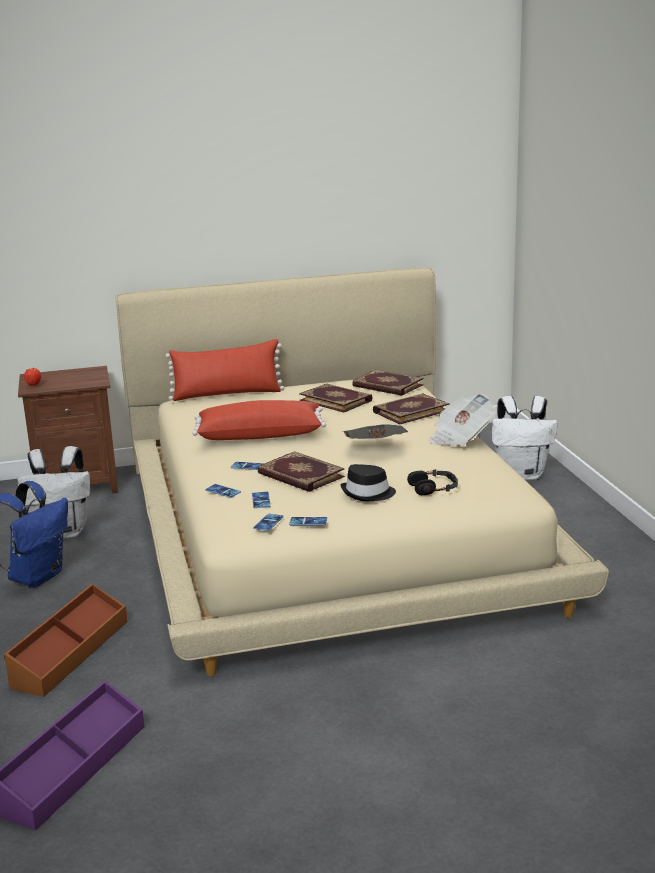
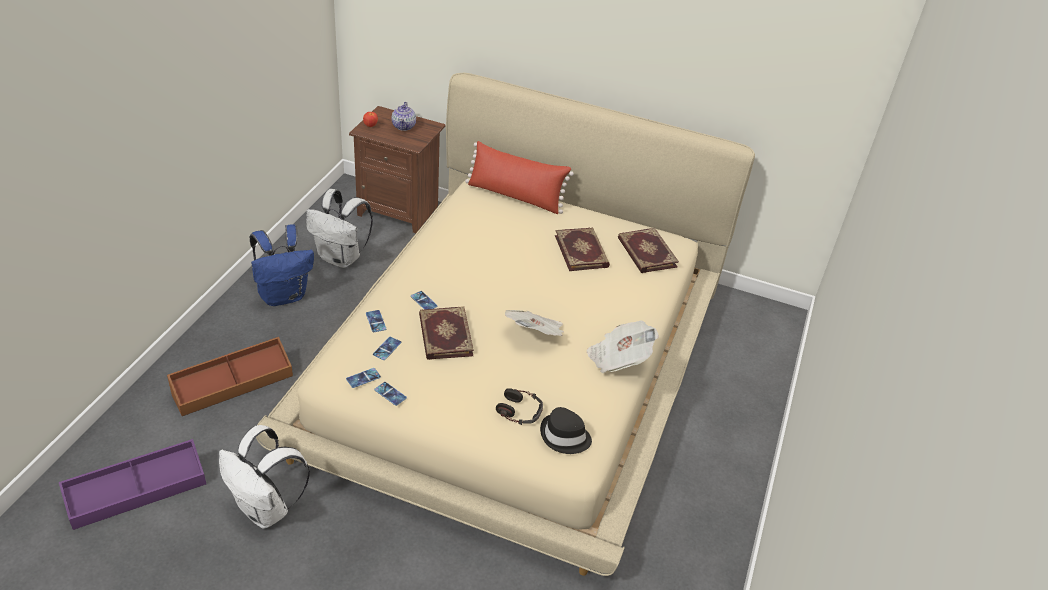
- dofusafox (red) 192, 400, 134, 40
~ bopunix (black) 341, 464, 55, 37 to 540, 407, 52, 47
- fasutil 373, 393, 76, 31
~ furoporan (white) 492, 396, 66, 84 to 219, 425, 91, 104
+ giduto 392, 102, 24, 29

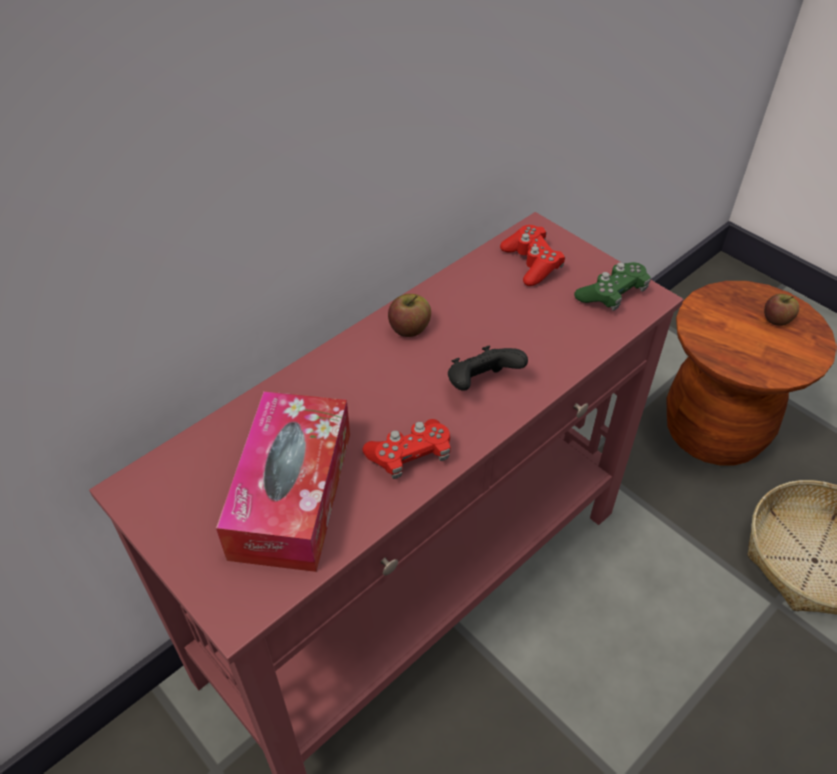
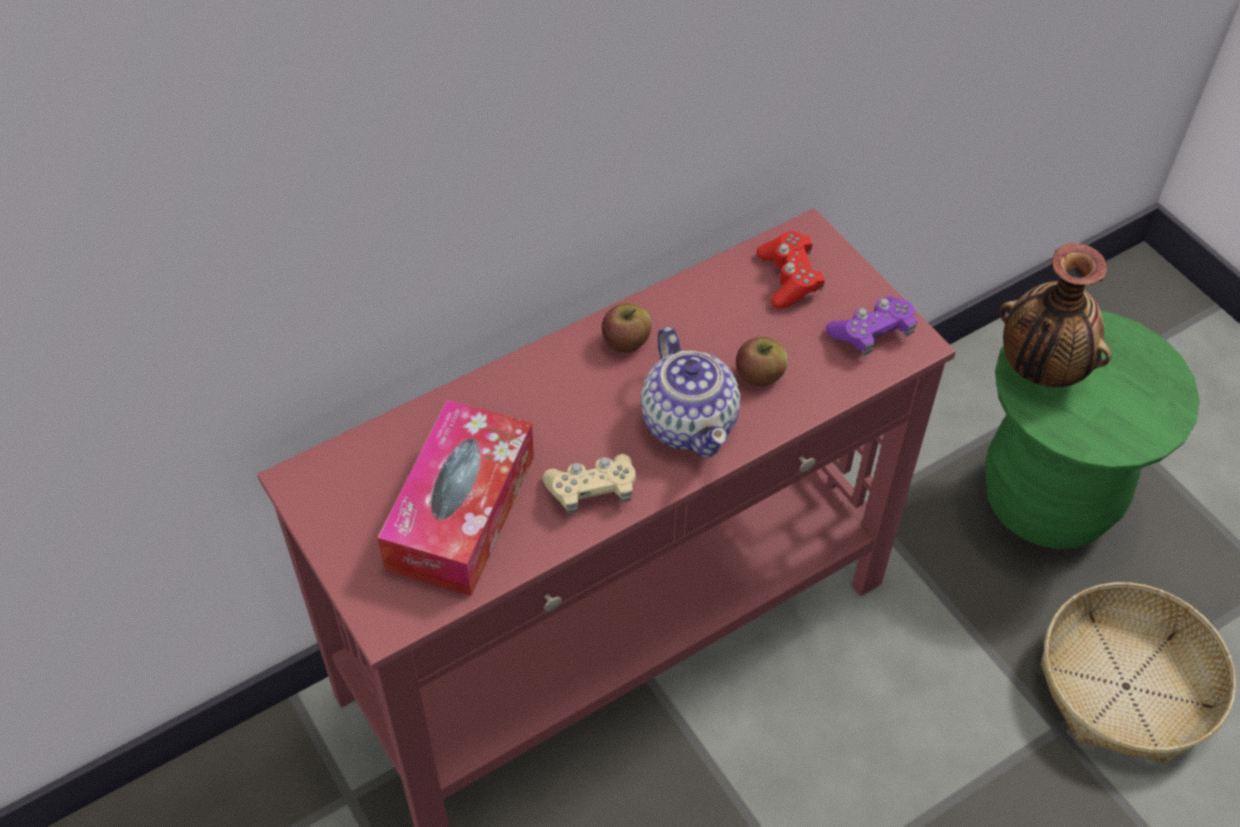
~ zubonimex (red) 363, 419, 88, 60 to zubonimex (beige) 543, 454, 93, 60
~ zubonimex (black) 448, 346, 80, 45 to giduto 641, 327, 100, 130
~ zubonimex (green) 574, 262, 77, 49 to zubonimex (purple) 826, 296, 91, 59
~ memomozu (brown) 667, 281, 170, 185 to memomozu (green) 985, 311, 215, 238
~ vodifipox 764, 294, 35, 32 to 736, 337, 52, 50
+ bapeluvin 999, 243, 112, 145

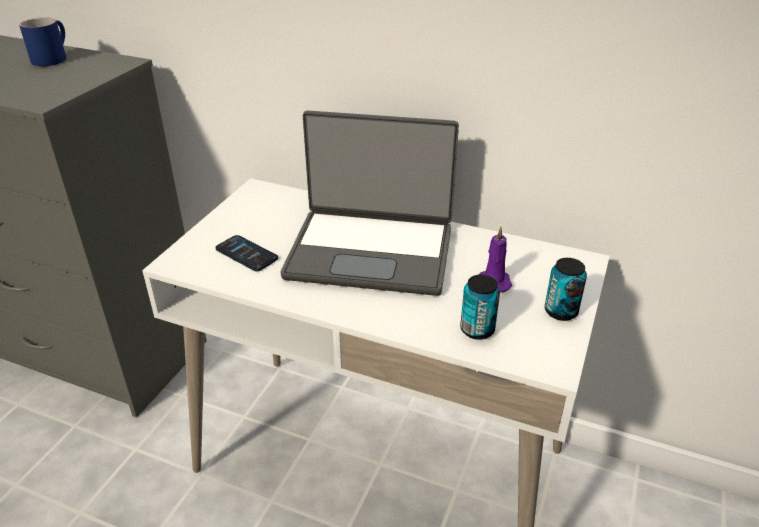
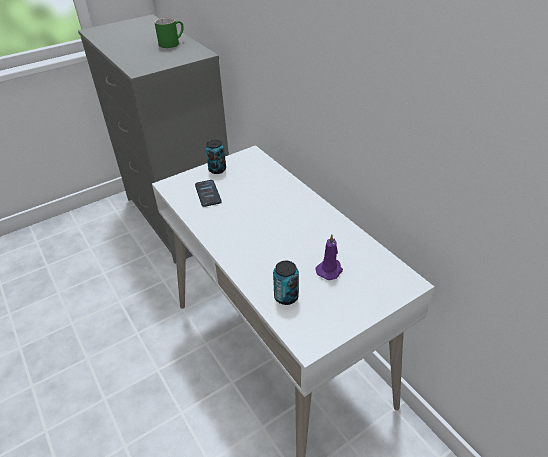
~ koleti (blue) 19, 17, 47, 49 to koleti (green) 154, 18, 30, 30
- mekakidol 280, 110, 179, 186
~ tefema 545, 258, 42, 63 to 205, 140, 21, 34

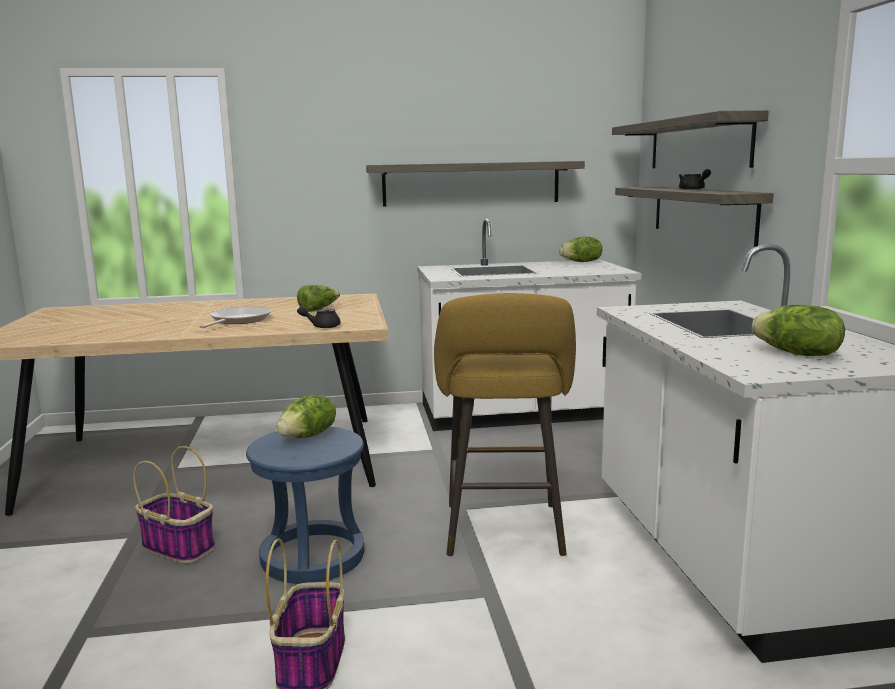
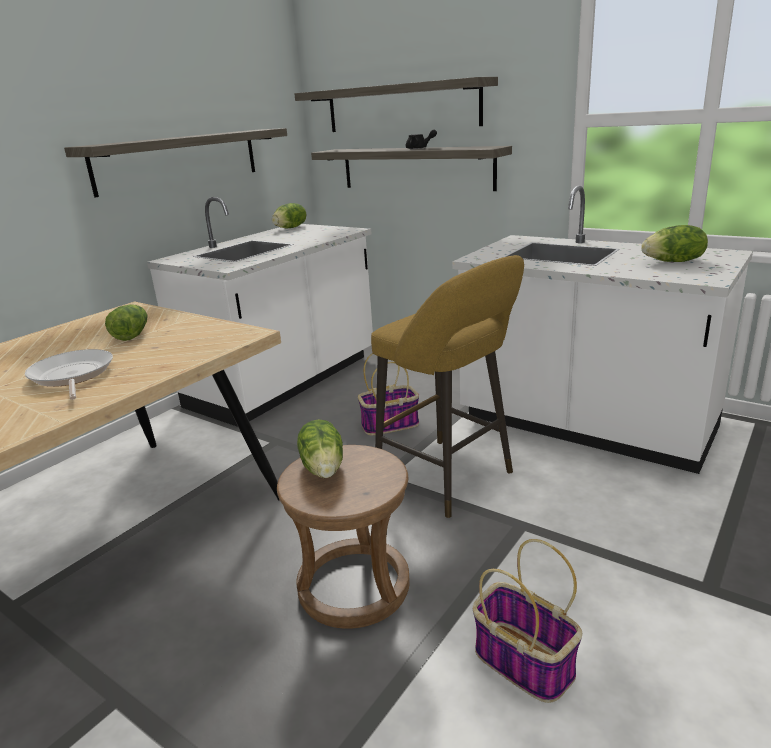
~ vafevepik 133, 446, 82, 118 to 358, 353, 61, 82
~ memomozu (blue) 246, 426, 118, 158 to memomozu (brown) 277, 445, 133, 184
- giduto (black) 297, 306, 44, 22

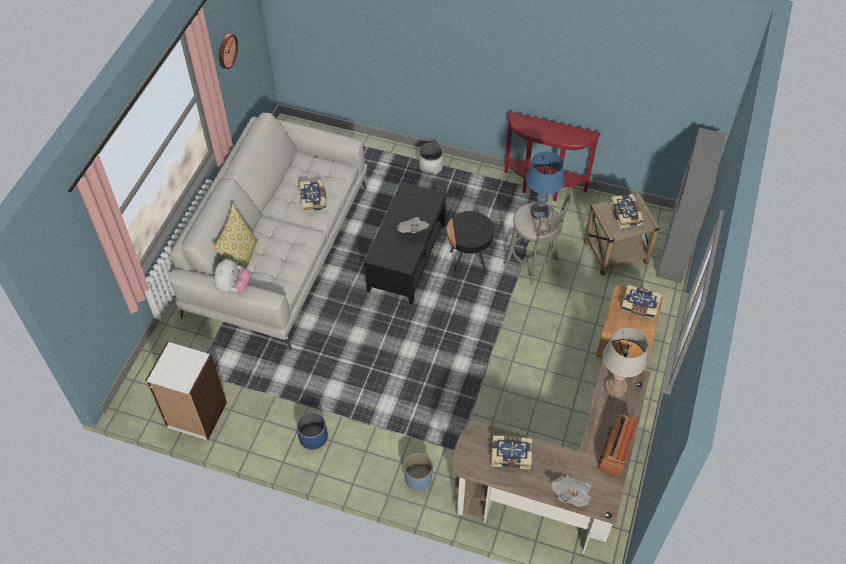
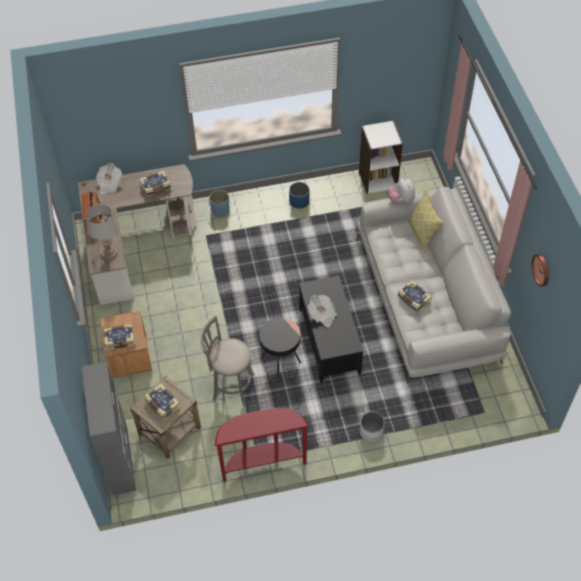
- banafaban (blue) 526, 151, 38, 69

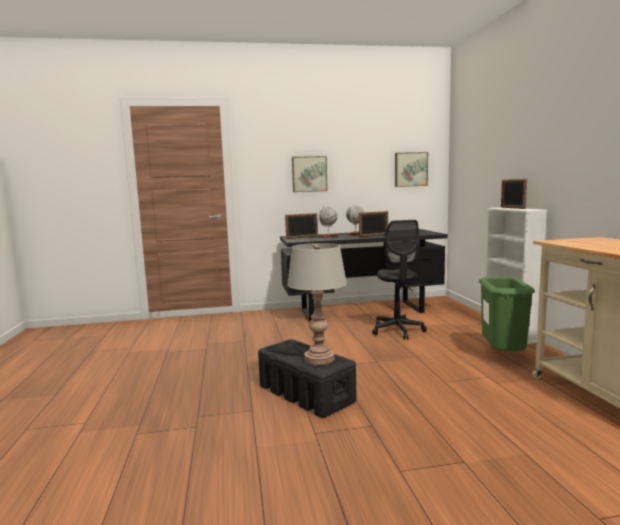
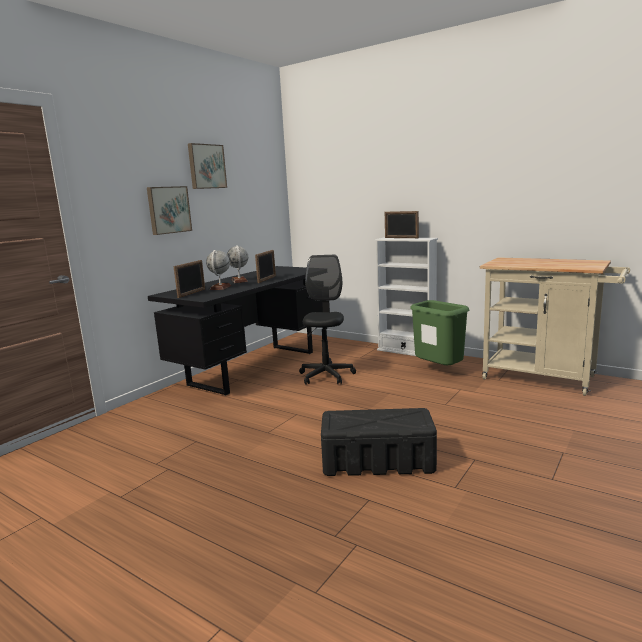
- banafaban (grey) 287, 243, 60, 122
~ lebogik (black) 372, 220, 55, 120 = 299, 255, 57, 130 120 degrees counterclockwise
~ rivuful 395, 152, 33, 35 to 188, 143, 39, 46

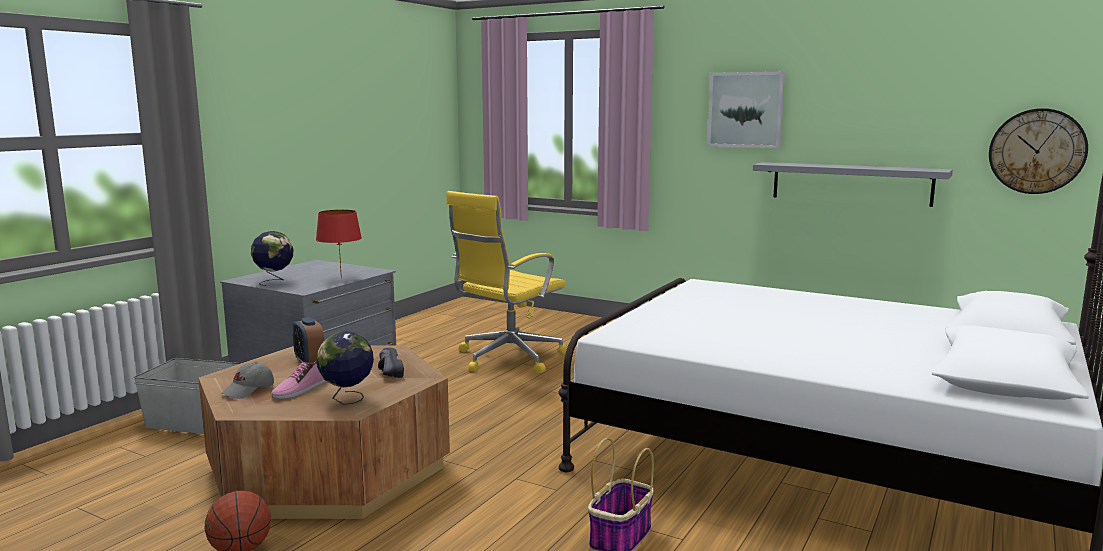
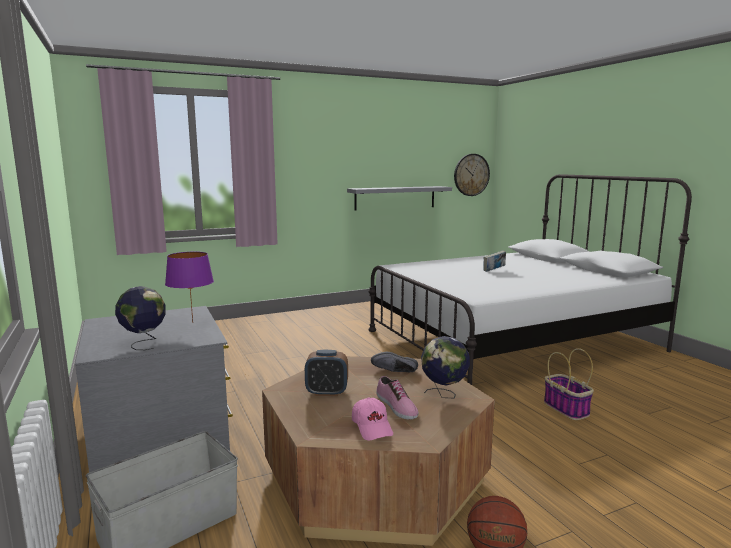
~ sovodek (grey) 221, 362, 53, 37 to sovodek (pink) 352, 397, 41, 43
~ banafaban (red) 316, 210, 46, 69 to banafaban (purple) 165, 252, 49, 71
- lebogik (yellow) 446, 191, 122, 183
- rivuful 707, 72, 78, 76
+ fasutil 484, 250, 22, 22

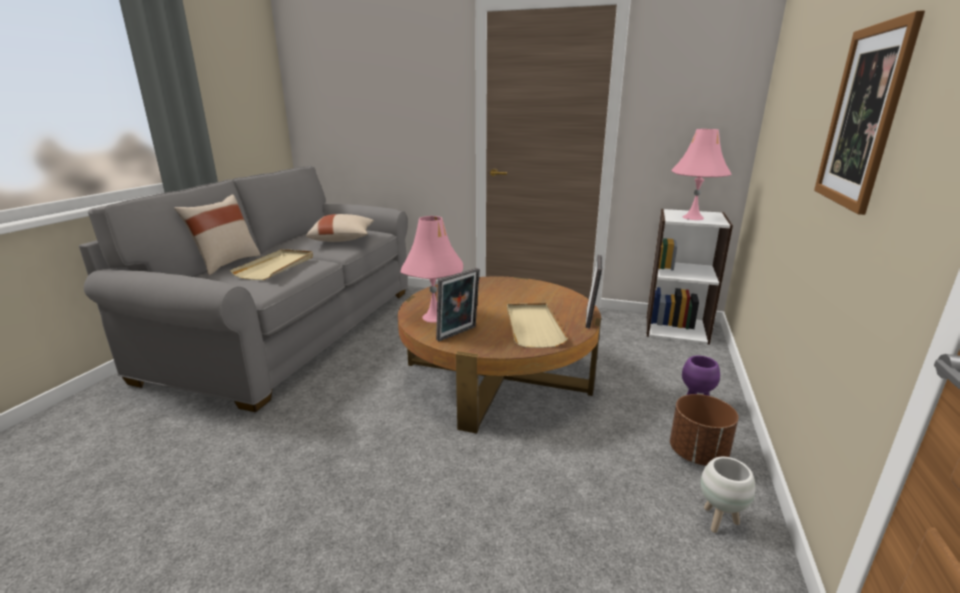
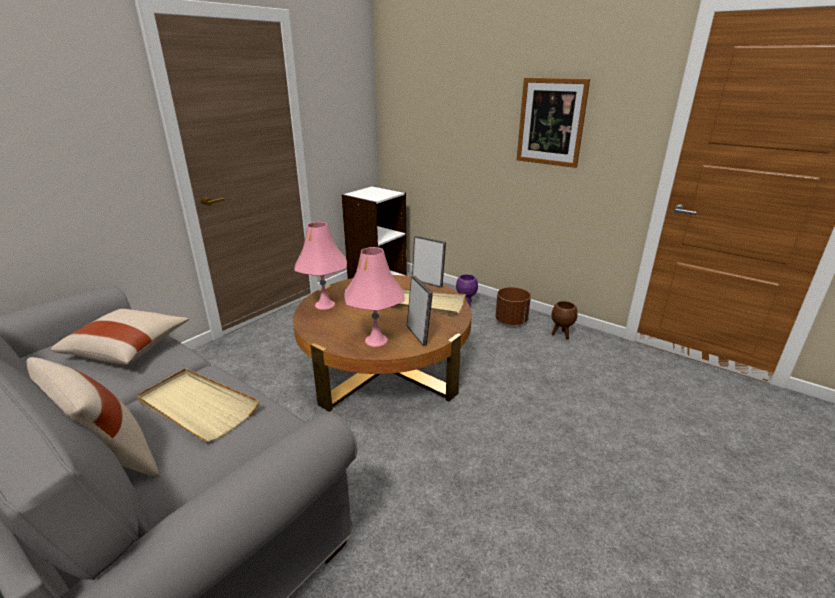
~ banafaban (pink) 671, 129, 61, 91 to 294, 222, 53, 88
~ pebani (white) 700, 457, 56, 76 to pebani (brown) 551, 301, 27, 38

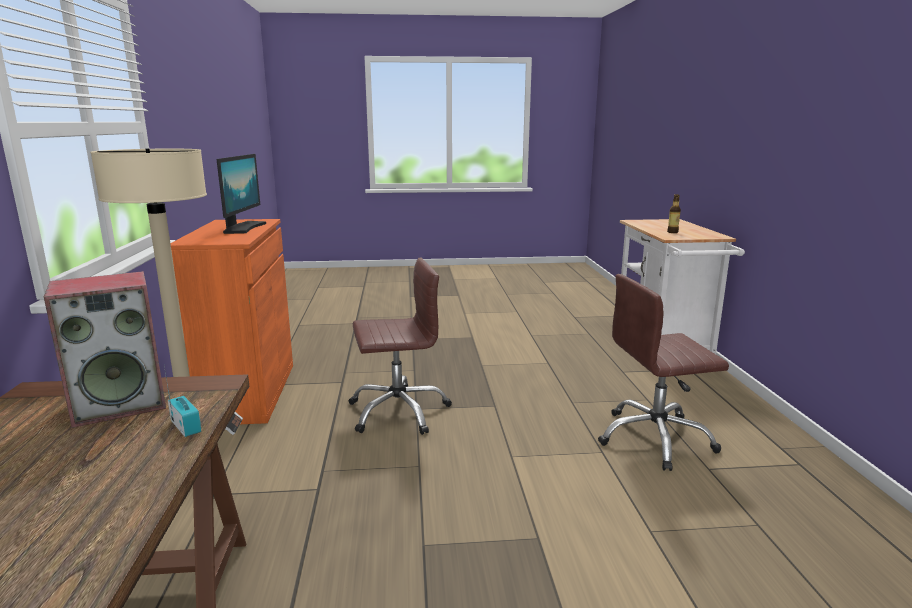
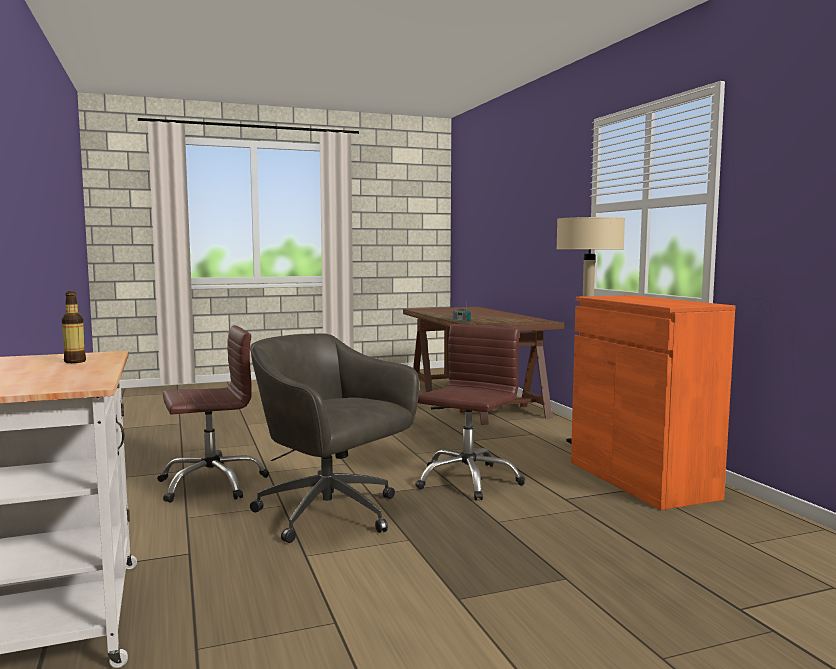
- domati 44, 271, 122, 157
- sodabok 217, 154, 49, 80
~ lebogik (brown) 349, 258, 103, 177 = 415, 324, 110, 176 150 degrees clockwise
+ lebogik (grey) 250, 333, 169, 210

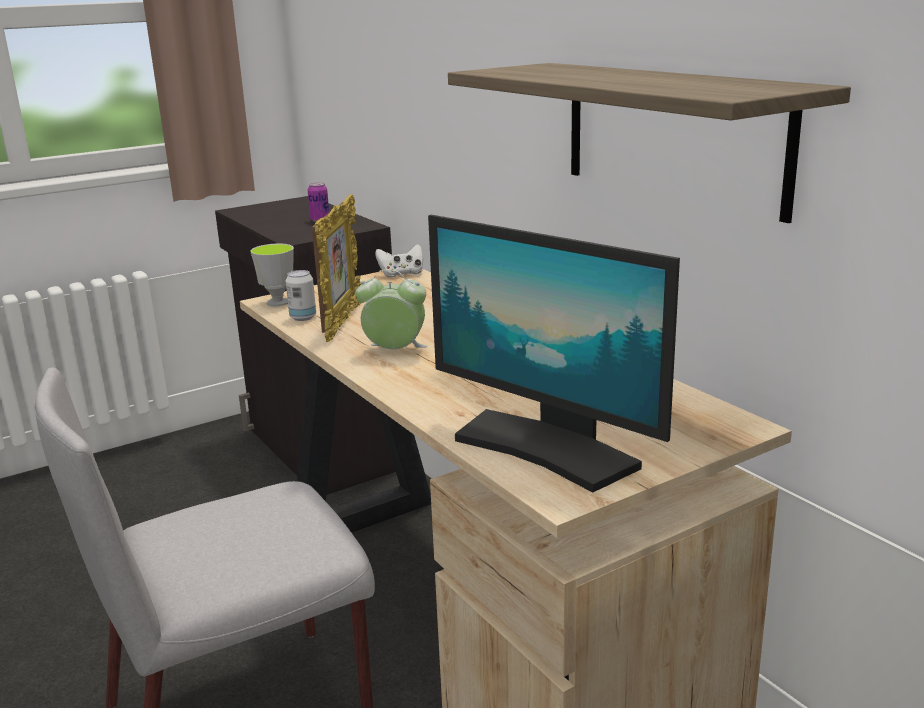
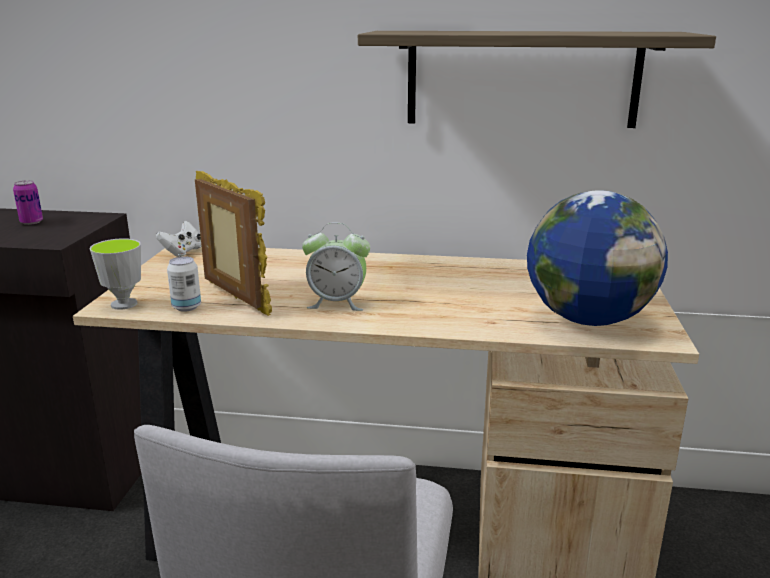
~ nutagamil 356, 270, 71, 79 = 302, 223, 68, 88 135 degrees counterclockwise
~ sodabok 428, 215, 252, 278 to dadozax 527, 190, 141, 136

